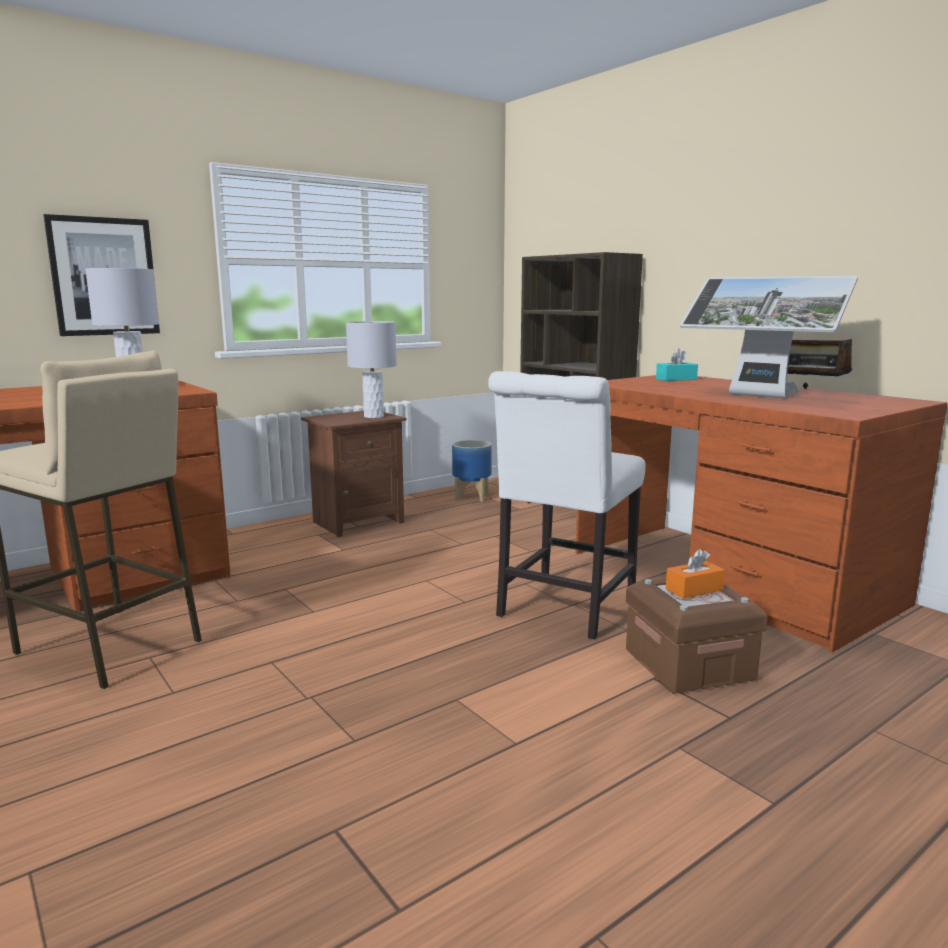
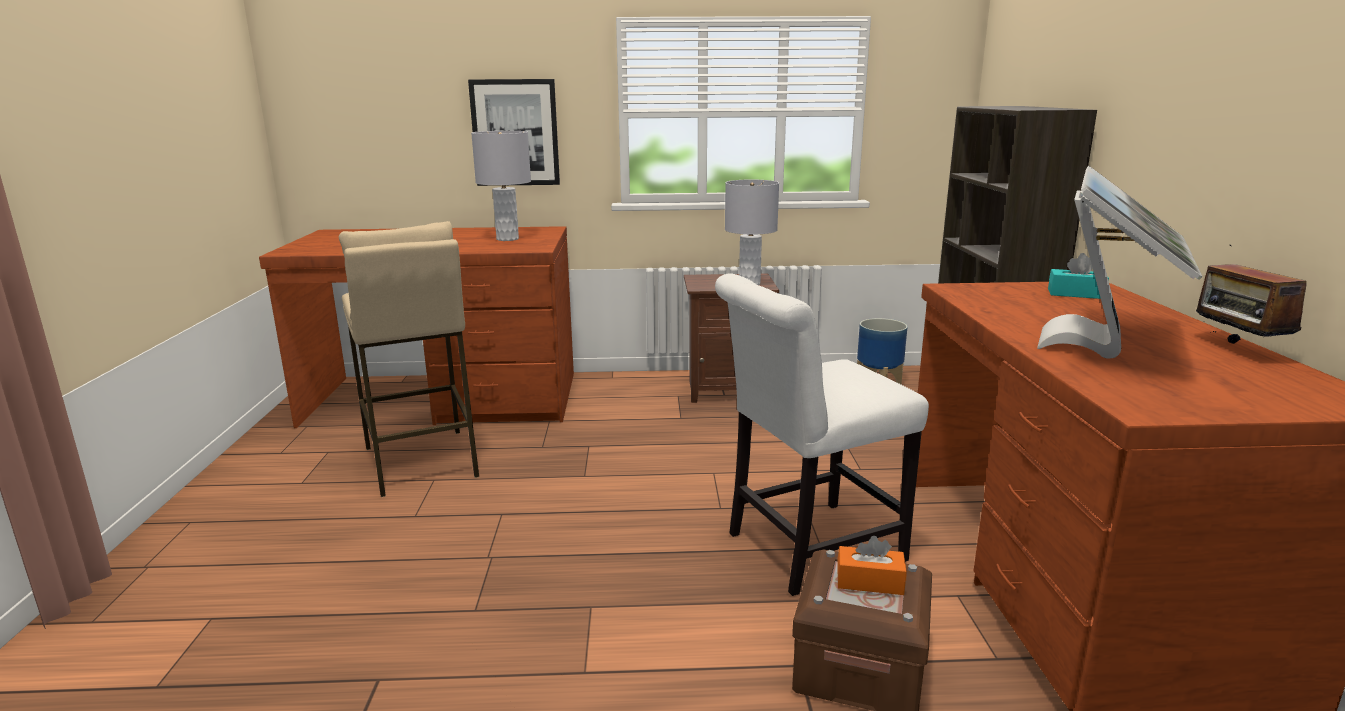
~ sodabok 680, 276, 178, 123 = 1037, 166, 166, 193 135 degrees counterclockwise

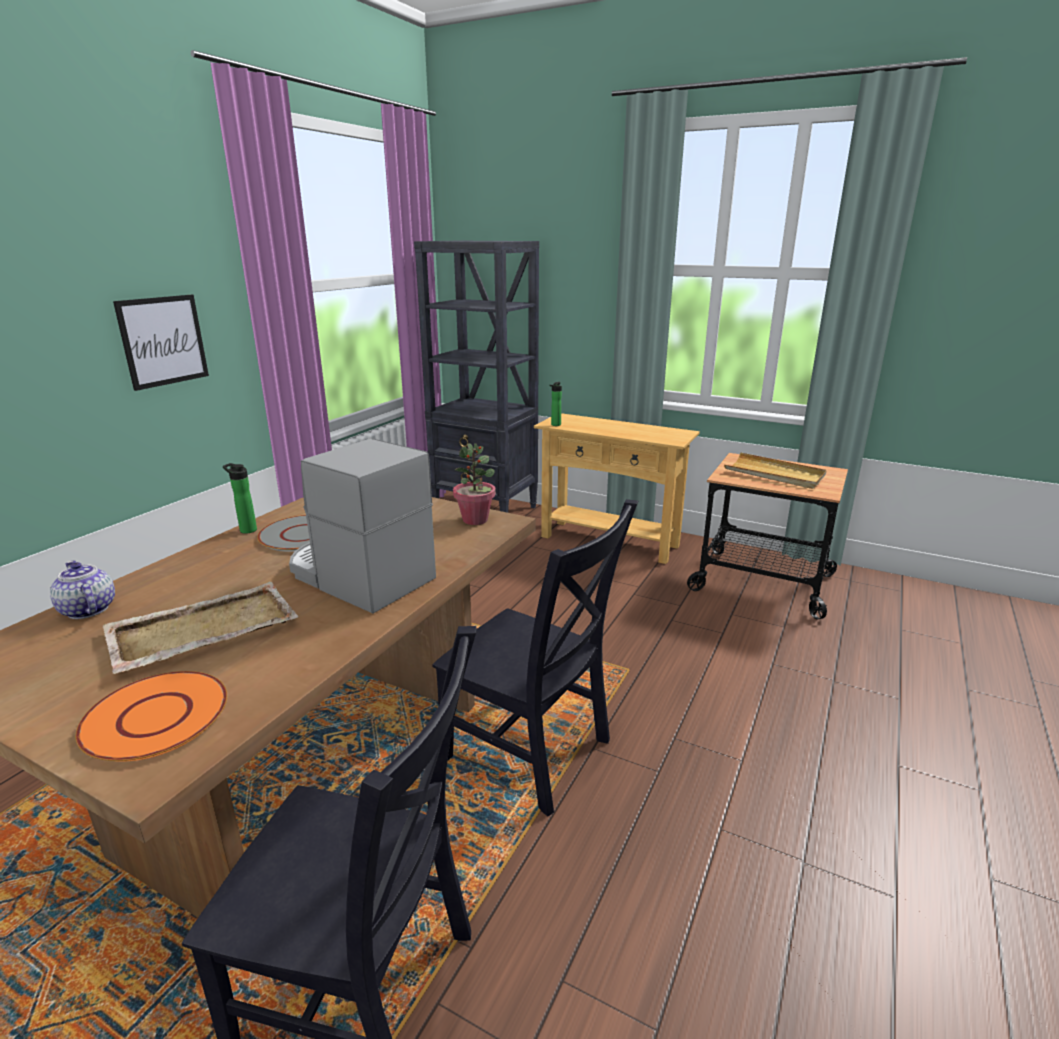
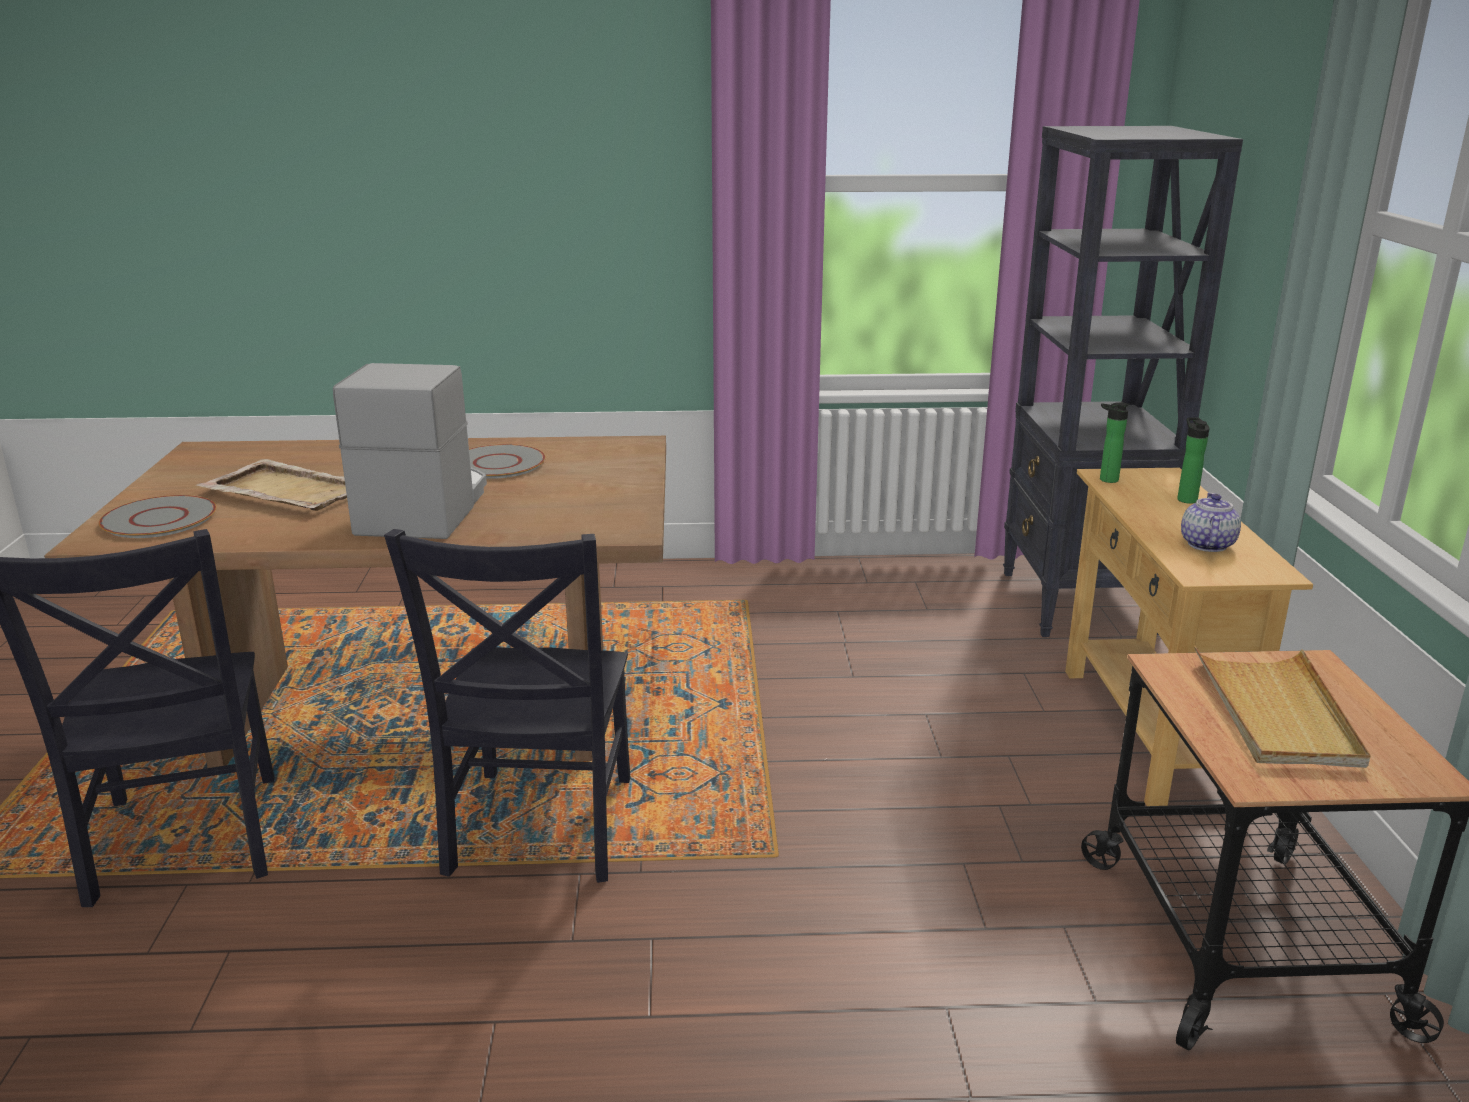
~ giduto 50, 560, 65, 59 to 1181, 493, 60, 59
~ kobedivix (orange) 75, 671, 152, 91 to kobedivix (grey) 99, 495, 118, 43
- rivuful 113, 295, 96, 96
~ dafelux 223, 463, 34, 71 to 1177, 417, 33, 87
- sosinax 453, 443, 43, 82

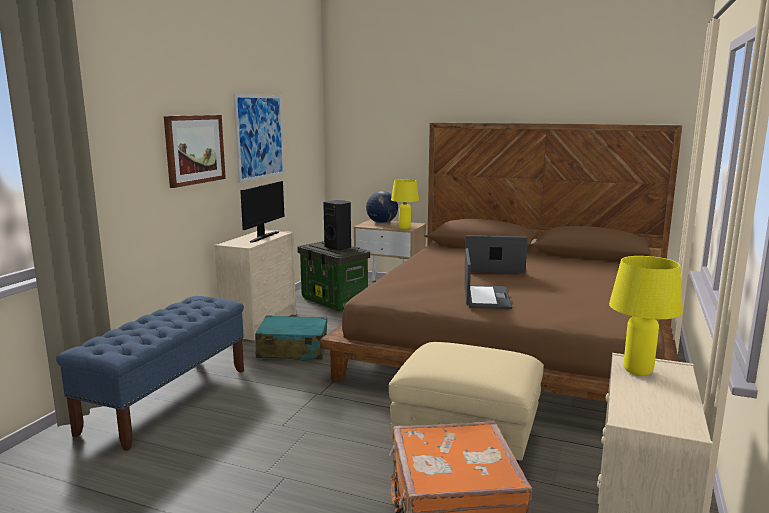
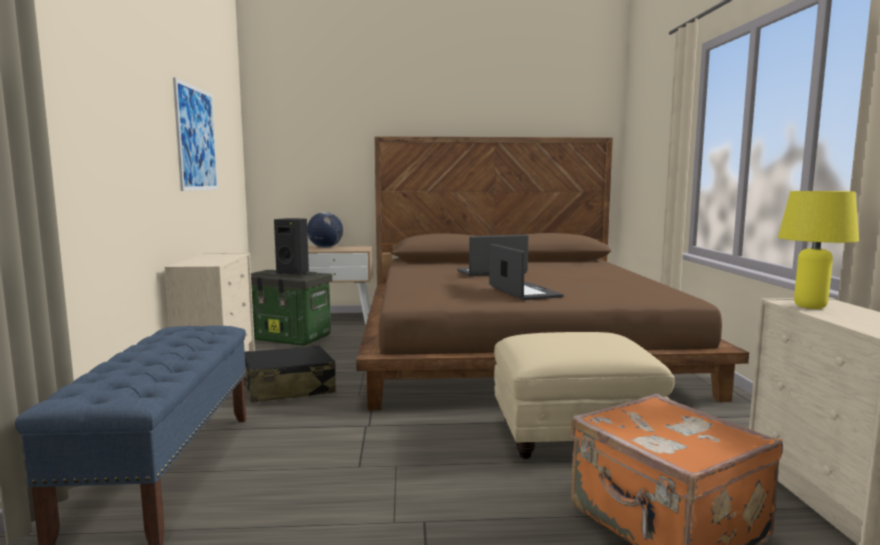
- rivuful 164, 115, 62, 73
- sodabok 240, 181, 44, 62
~ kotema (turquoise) 255, 315, 72, 45 to kotema (black) 244, 346, 92, 57
- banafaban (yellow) 391, 179, 28, 50

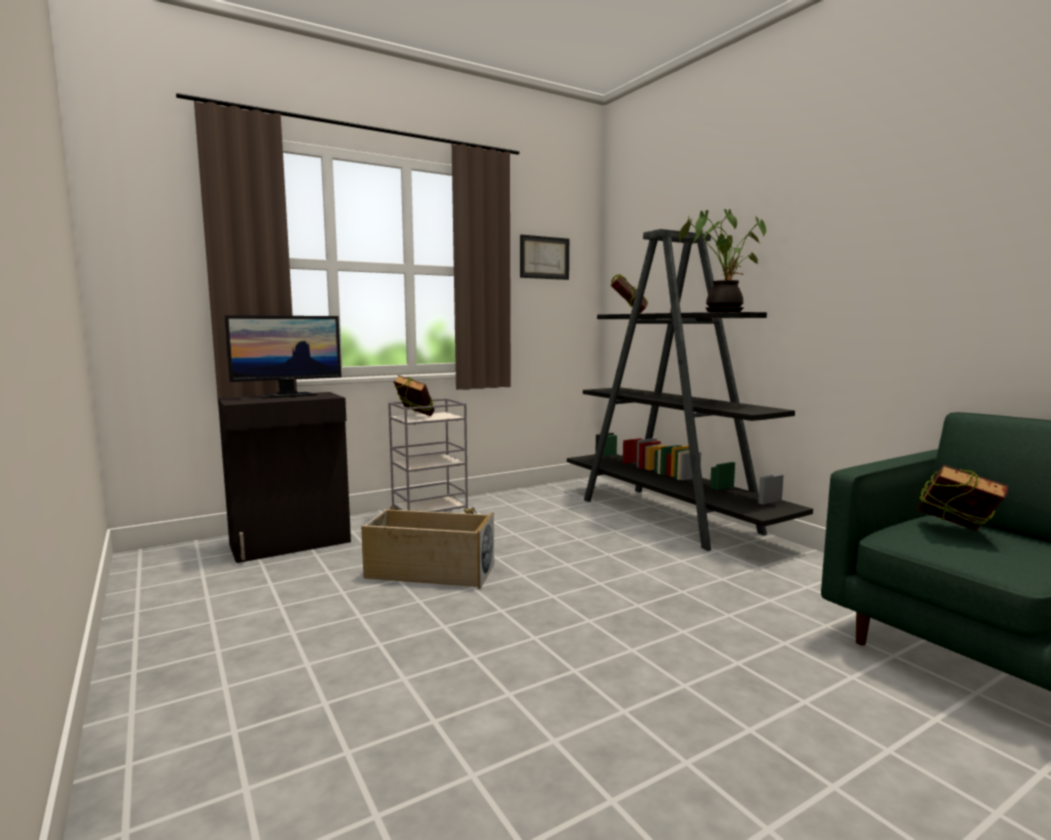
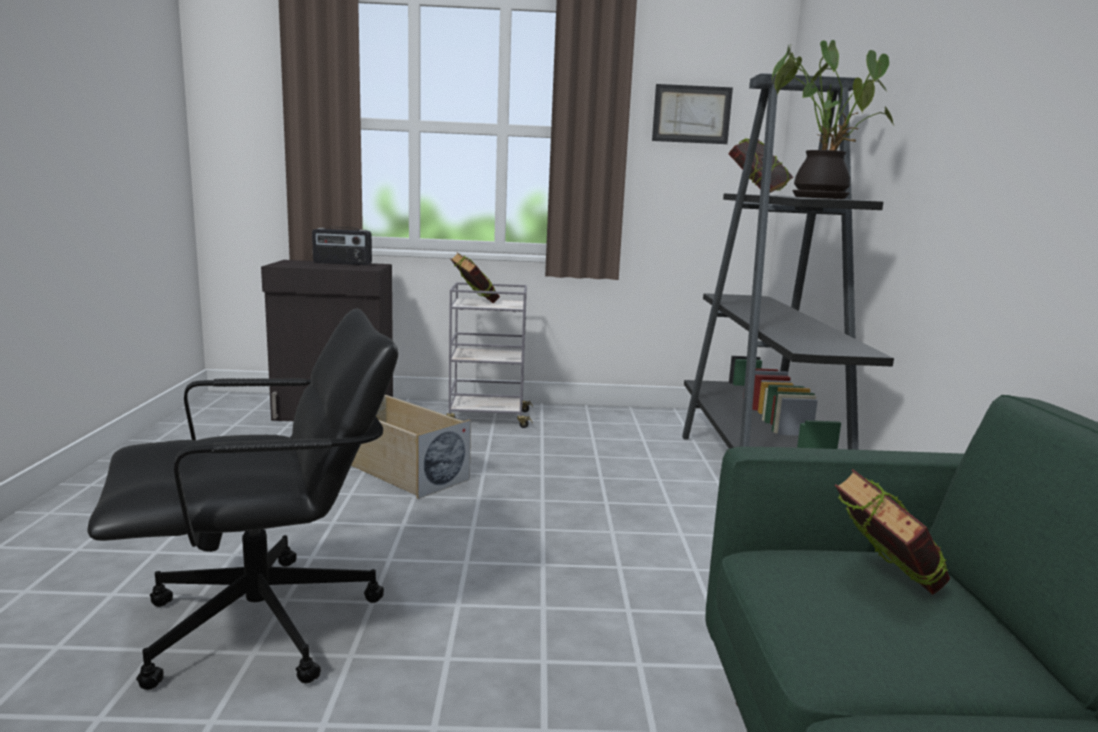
~ sodabok 225, 315, 116, 83 to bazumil 312, 227, 60, 38
+ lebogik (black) 88, 308, 310, 382

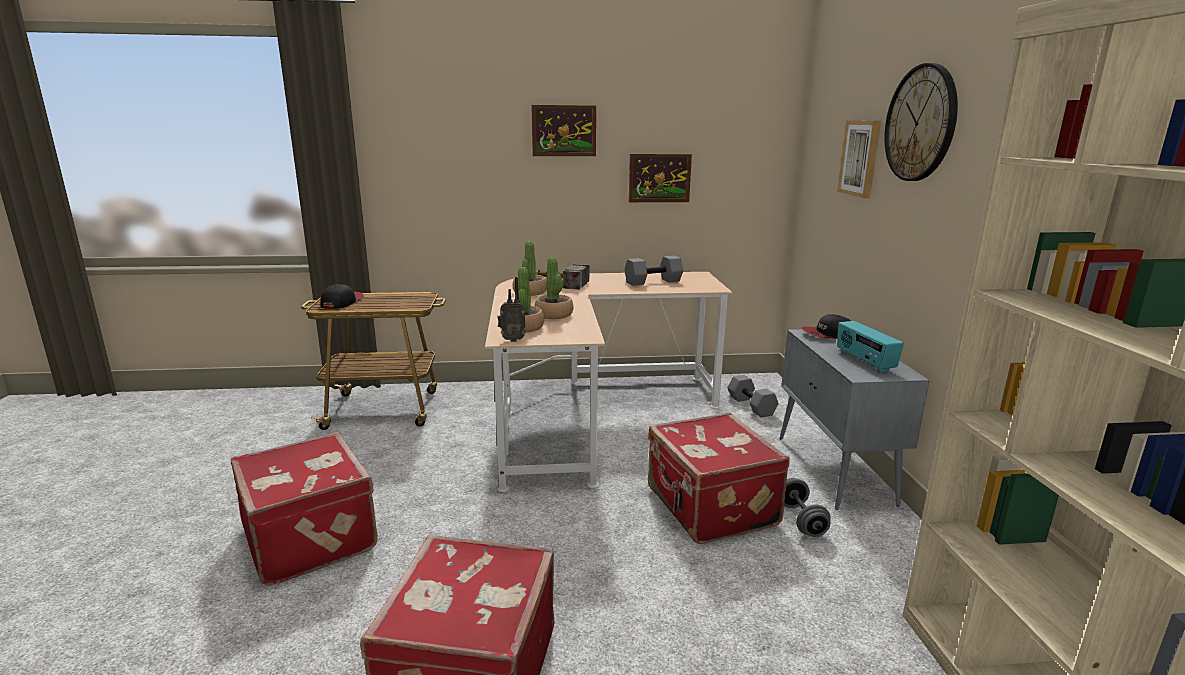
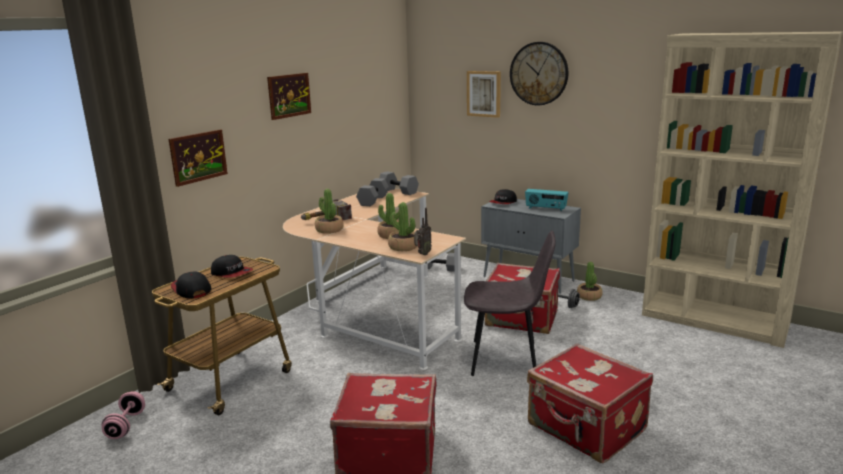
~ rivuful 629, 154, 63, 48 to 169, 129, 59, 58
+ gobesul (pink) 102, 391, 43, 48
+ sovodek 211, 255, 42, 23
+ gobesul (grey) 379, 171, 40, 24
+ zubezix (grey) 464, 230, 92, 146
+ sosinax 577, 262, 26, 39

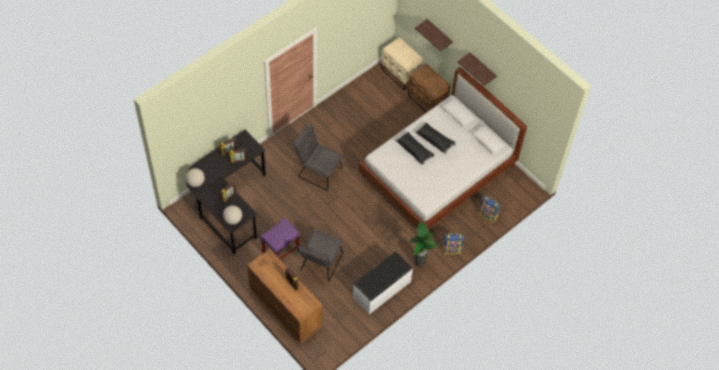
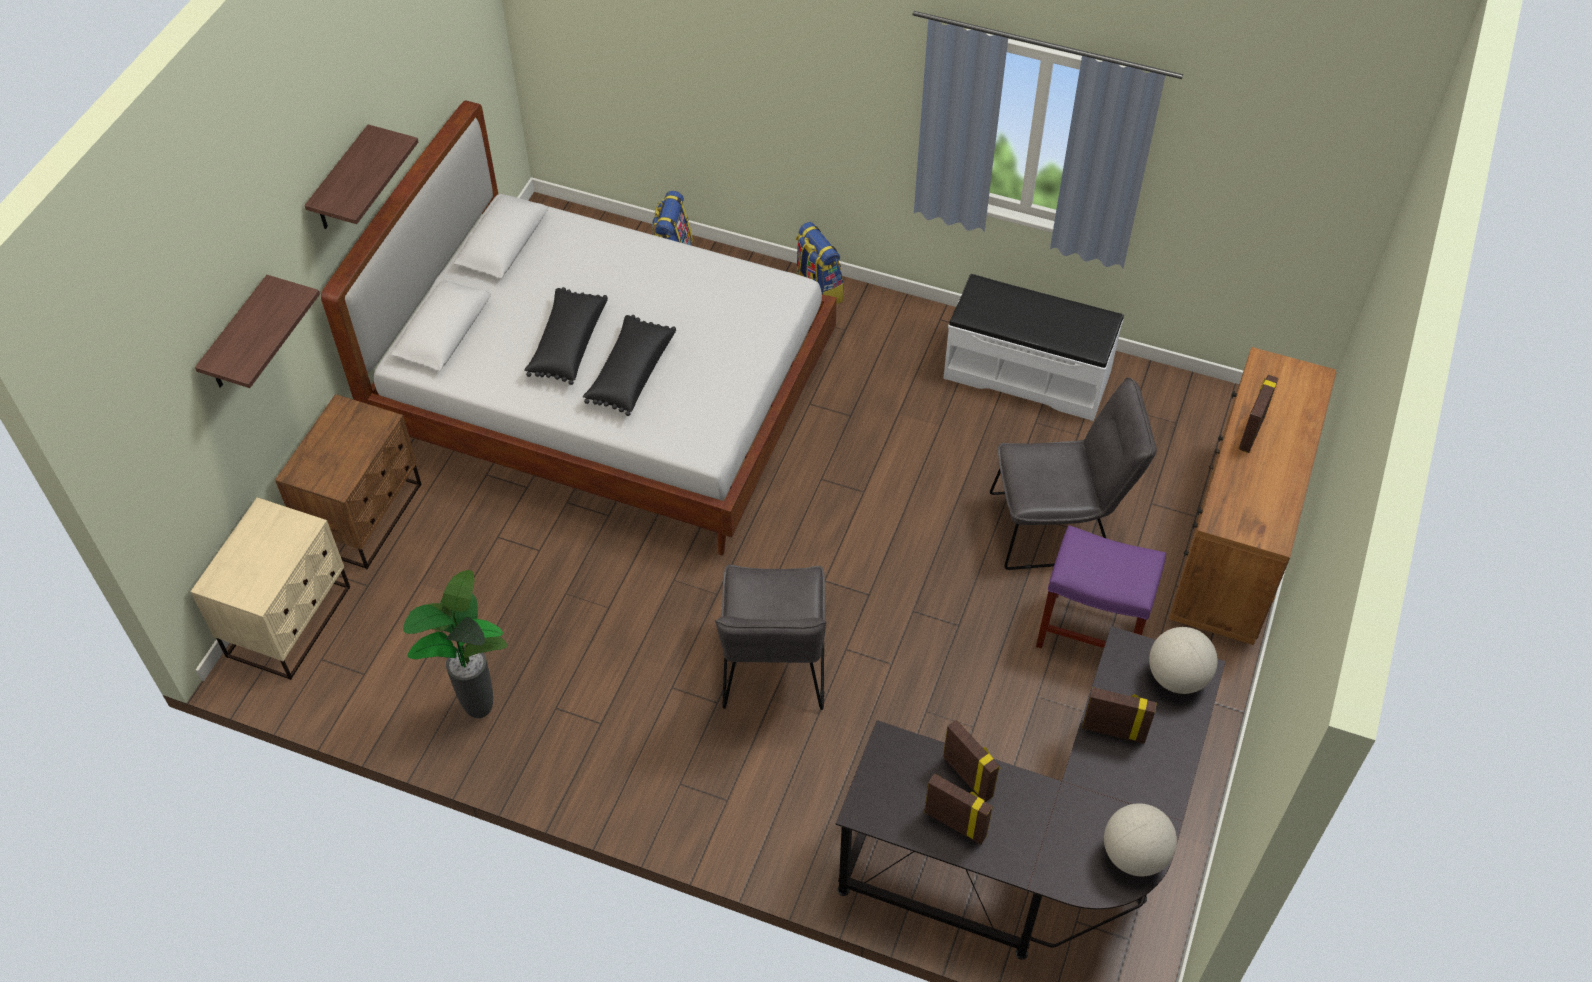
~ sosinax 410, 222, 27, 46 to 403, 570, 105, 148

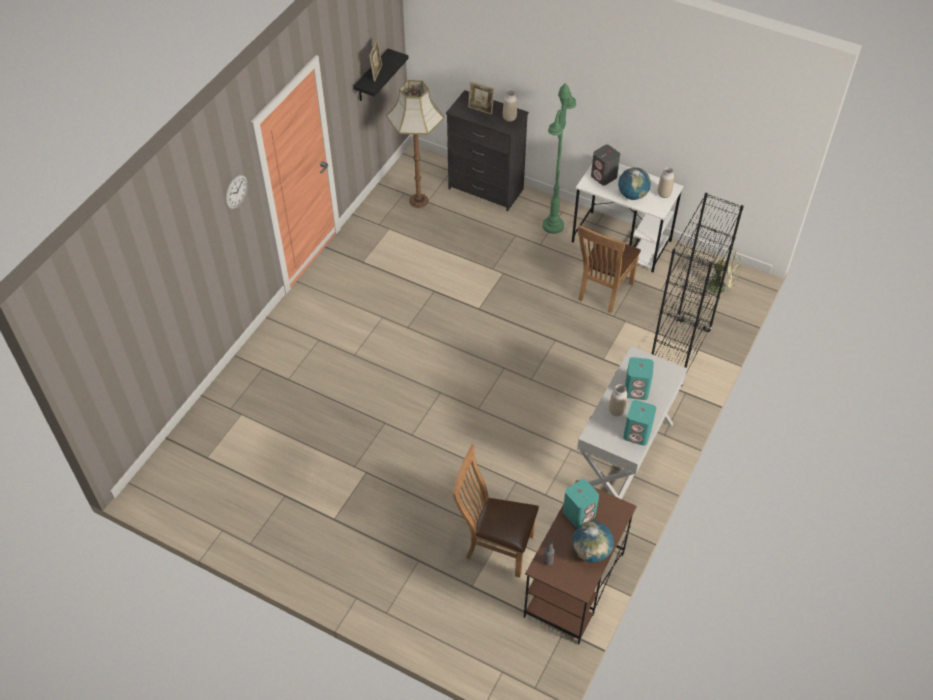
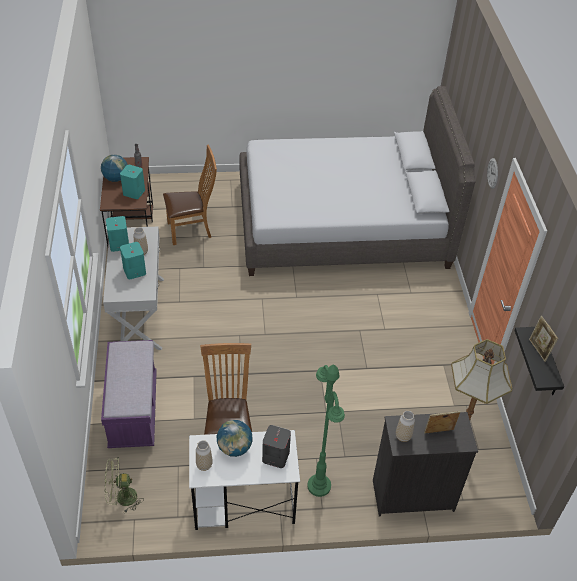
~ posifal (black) 651, 193, 93, 194 to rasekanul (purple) 101, 340, 56, 108
+ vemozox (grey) 239, 86, 236, 190

